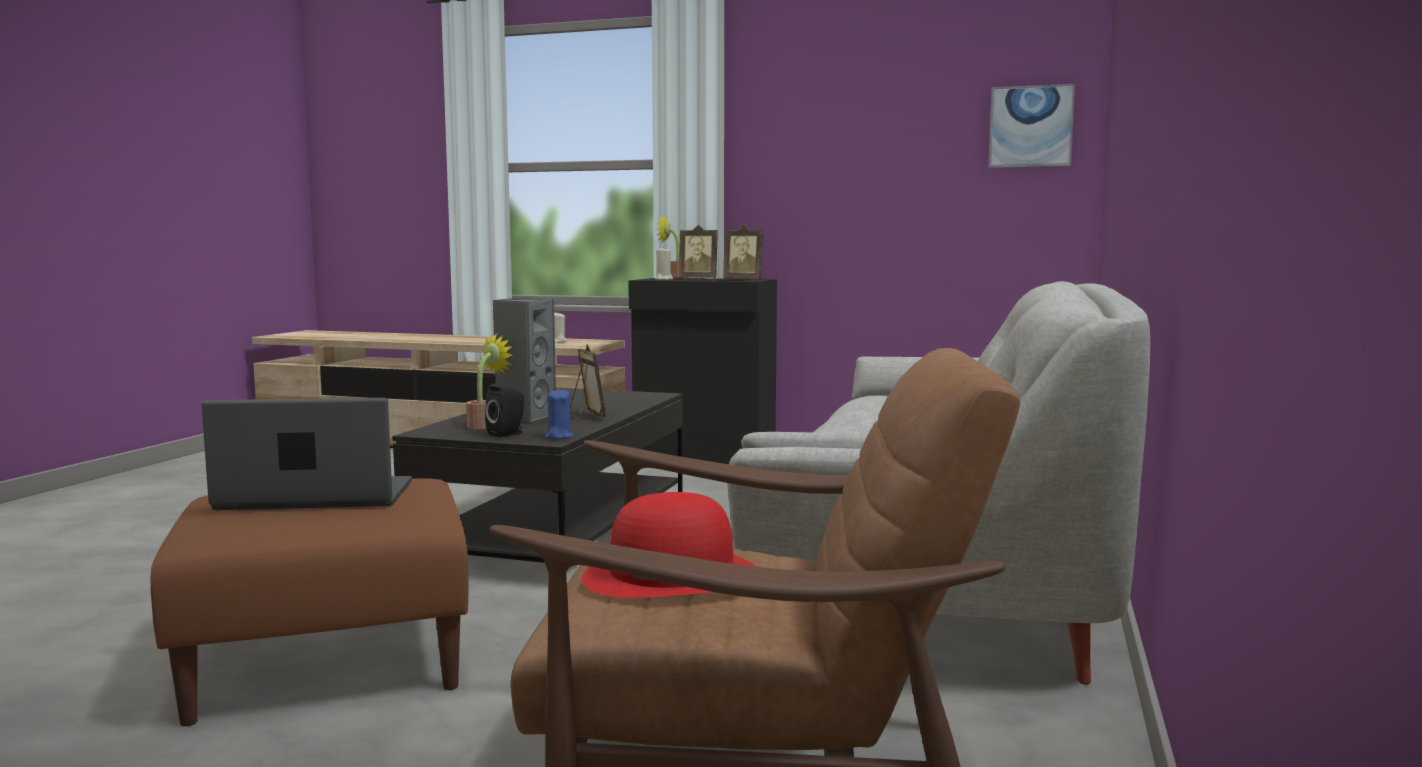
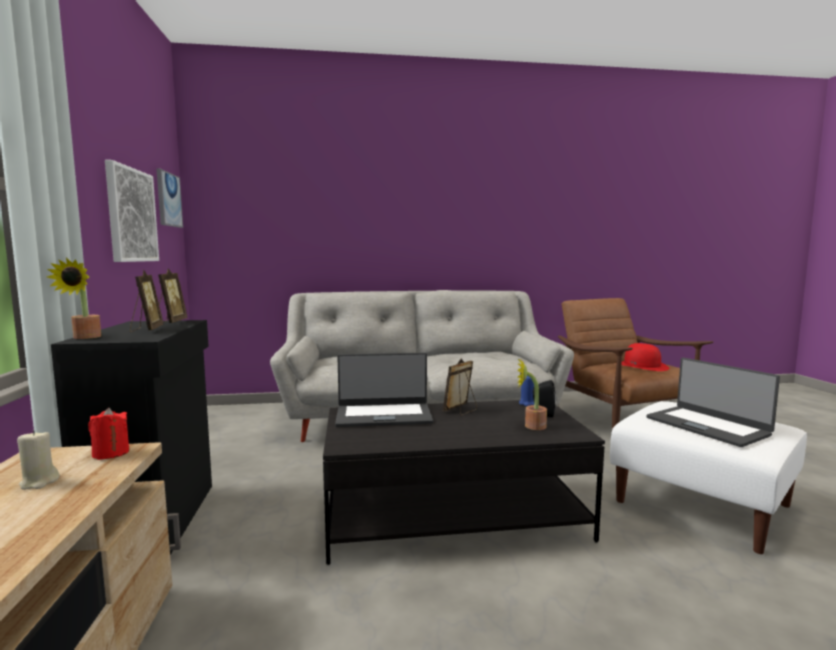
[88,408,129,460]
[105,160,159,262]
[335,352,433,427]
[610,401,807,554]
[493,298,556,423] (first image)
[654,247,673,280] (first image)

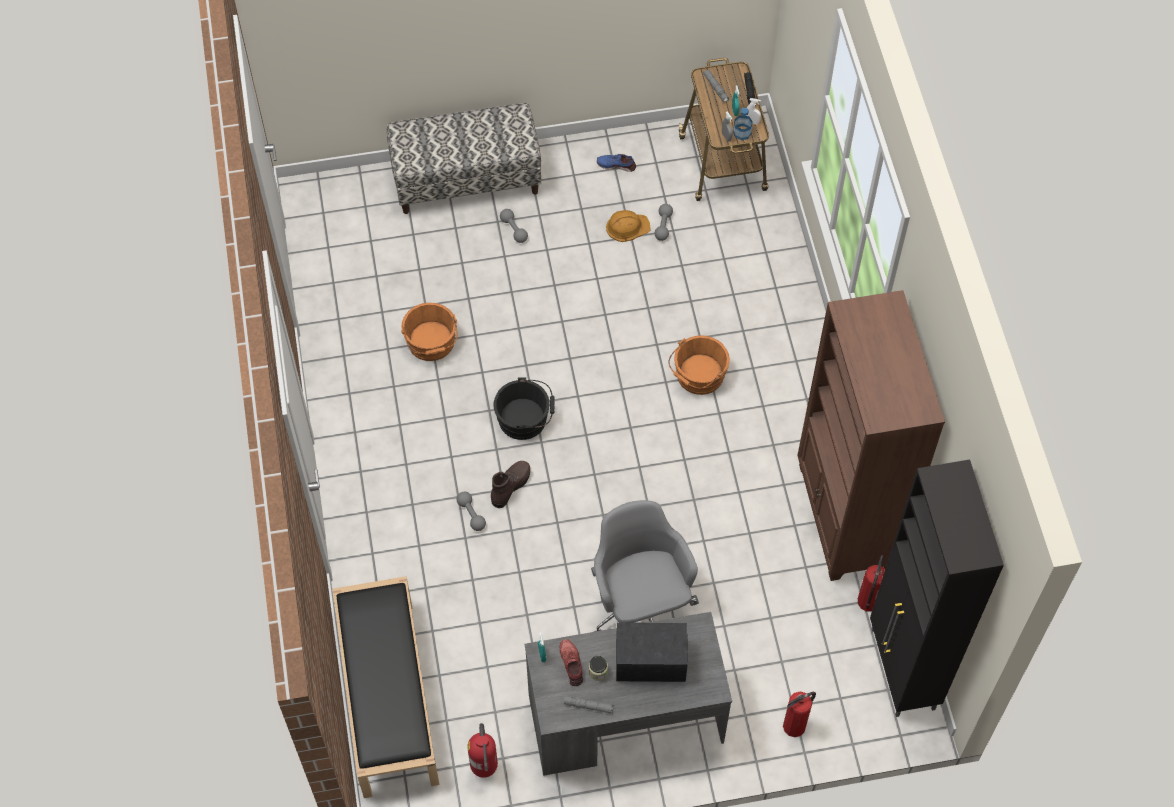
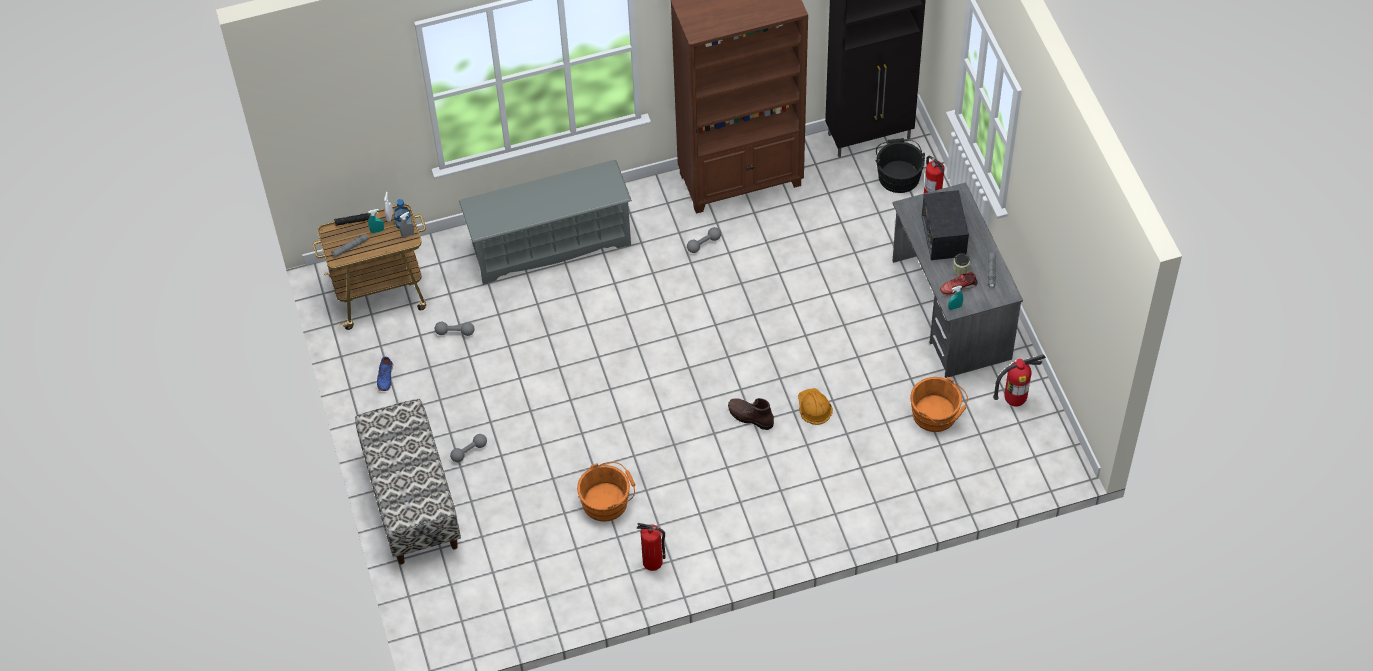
[459,160,632,285]
[637,523,665,571]
[687,227,721,253]
[798,388,833,425]
[876,138,925,193]
[910,377,968,432]
[333,576,439,798] (first image)
[591,500,699,632] (first image)

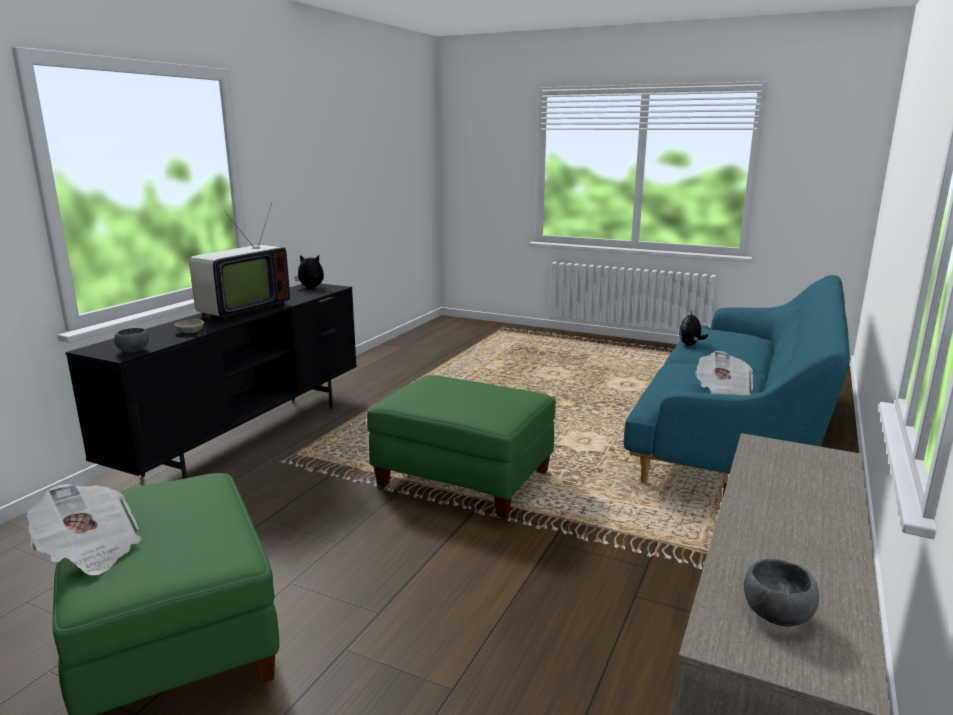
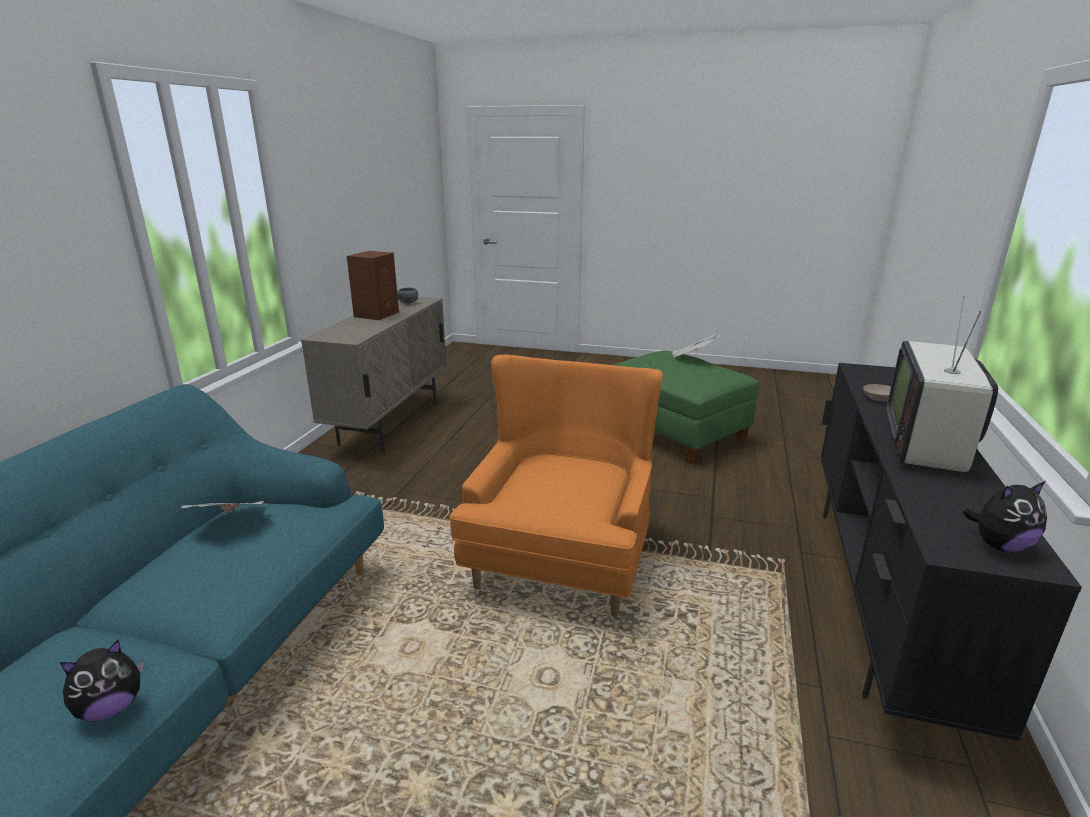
[60,640,143,722]
[347,251,399,320]
[449,354,663,617]
[114,328,149,352] (first image)

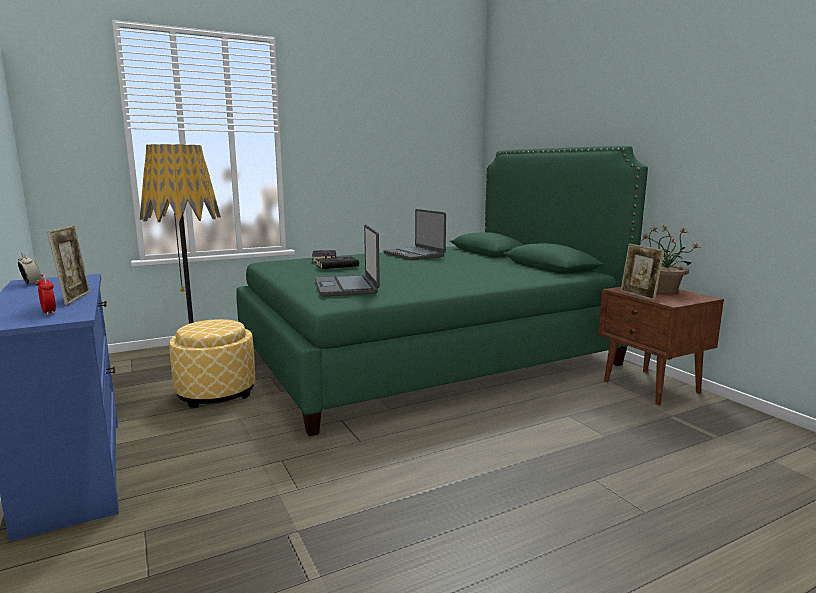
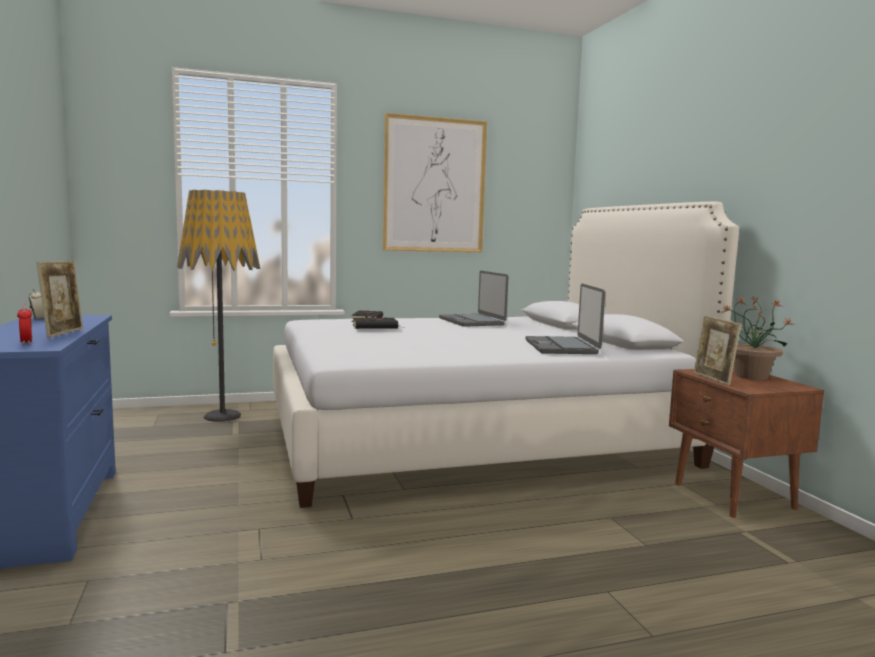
[273,202,739,508]
[383,113,487,252]
[525,283,605,354]
[169,319,255,408] (first image)

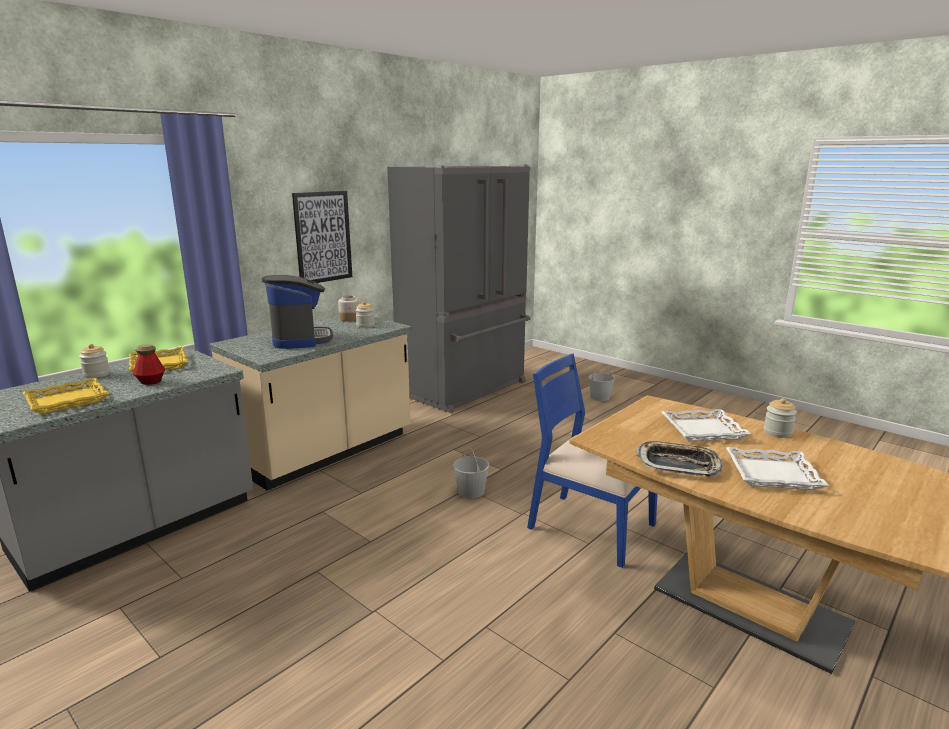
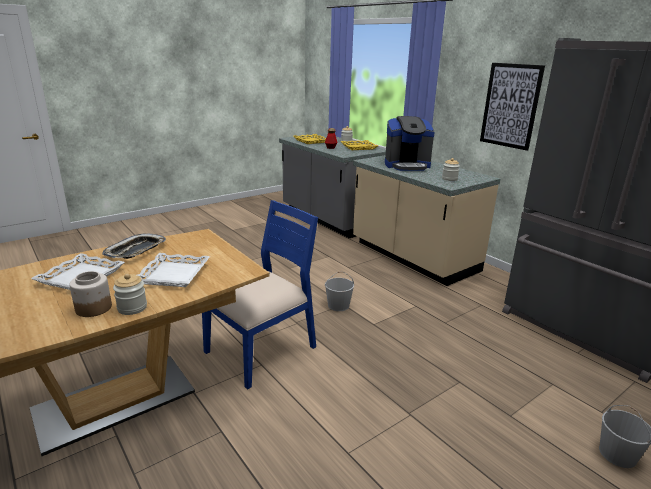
[69,271,112,317]

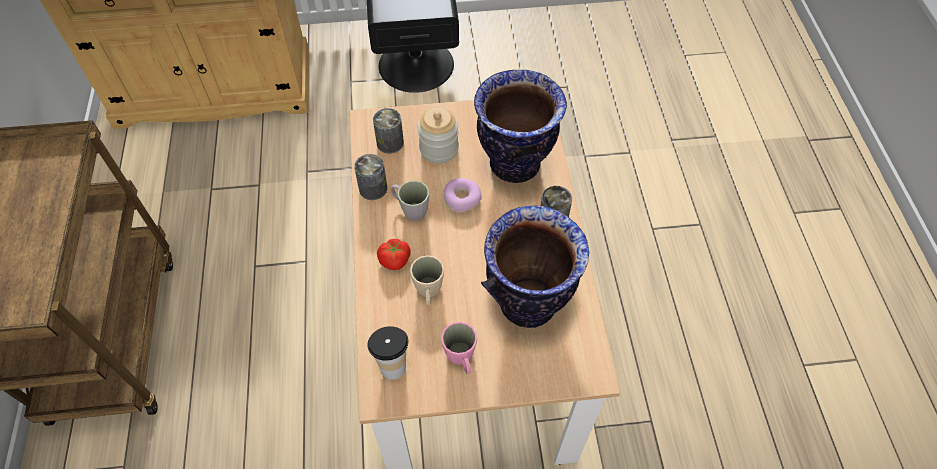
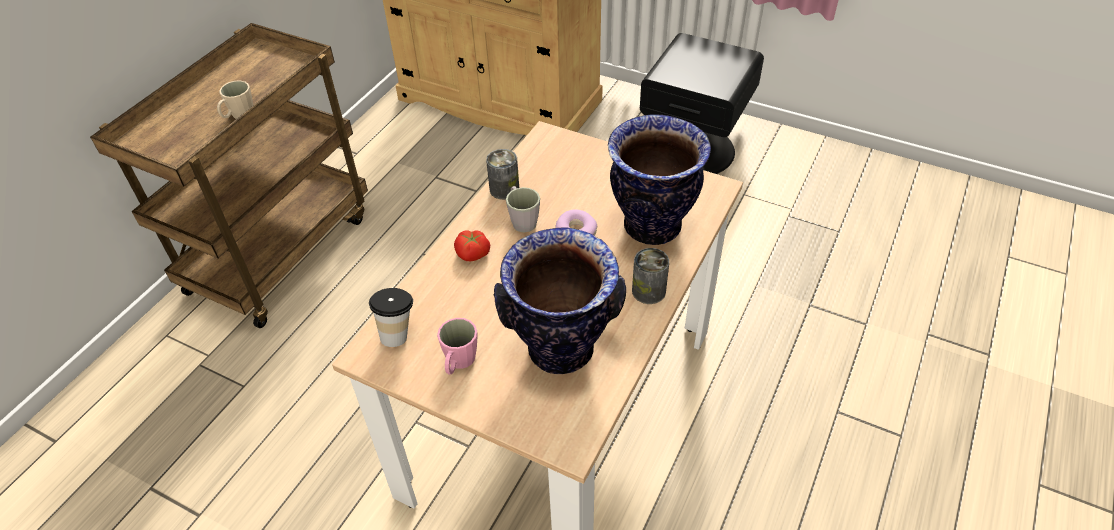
[217,80,253,119]
[373,108,404,154] (first image)
[417,107,459,163] (first image)

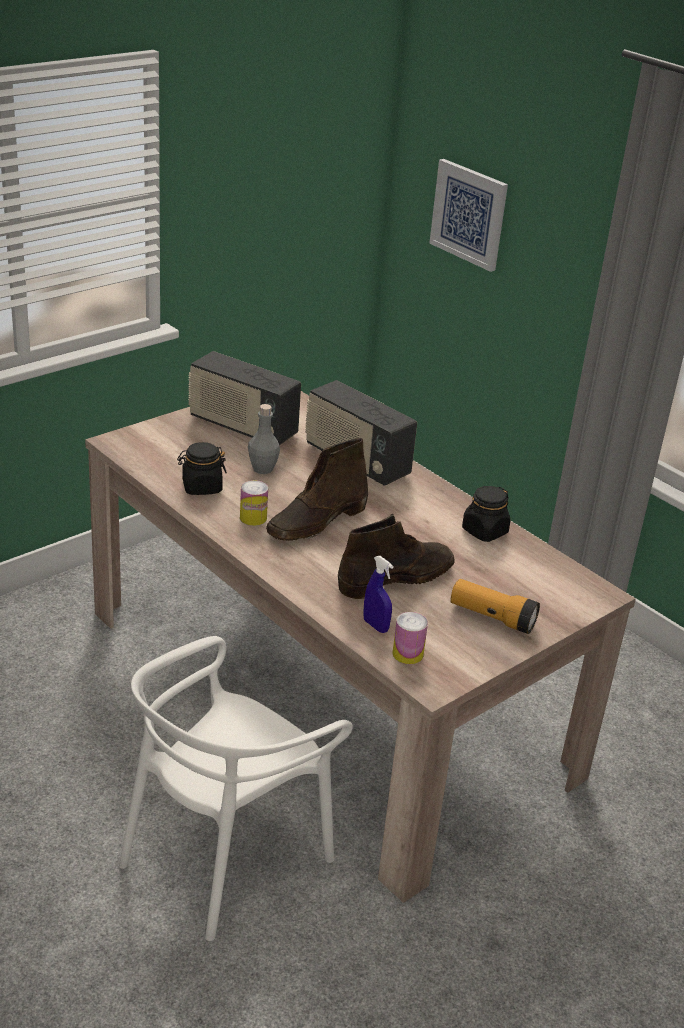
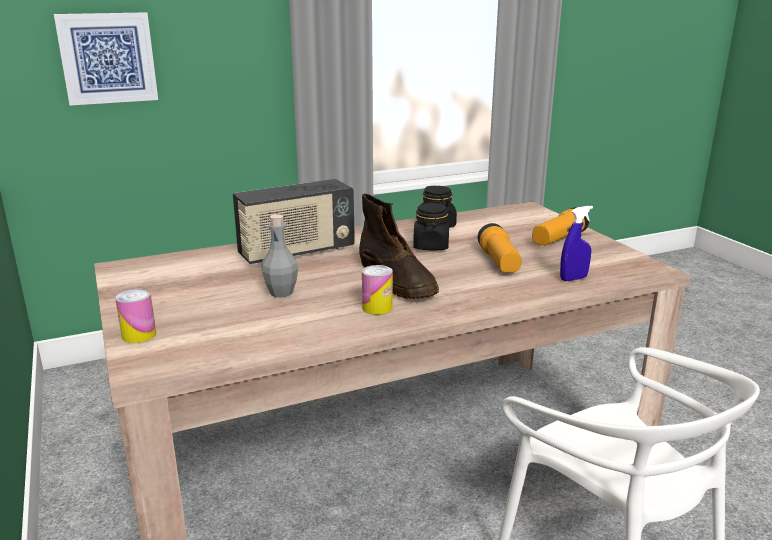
[115,289,156,343]
[413,203,449,250]
[478,223,522,273]
[188,351,301,445] (first image)

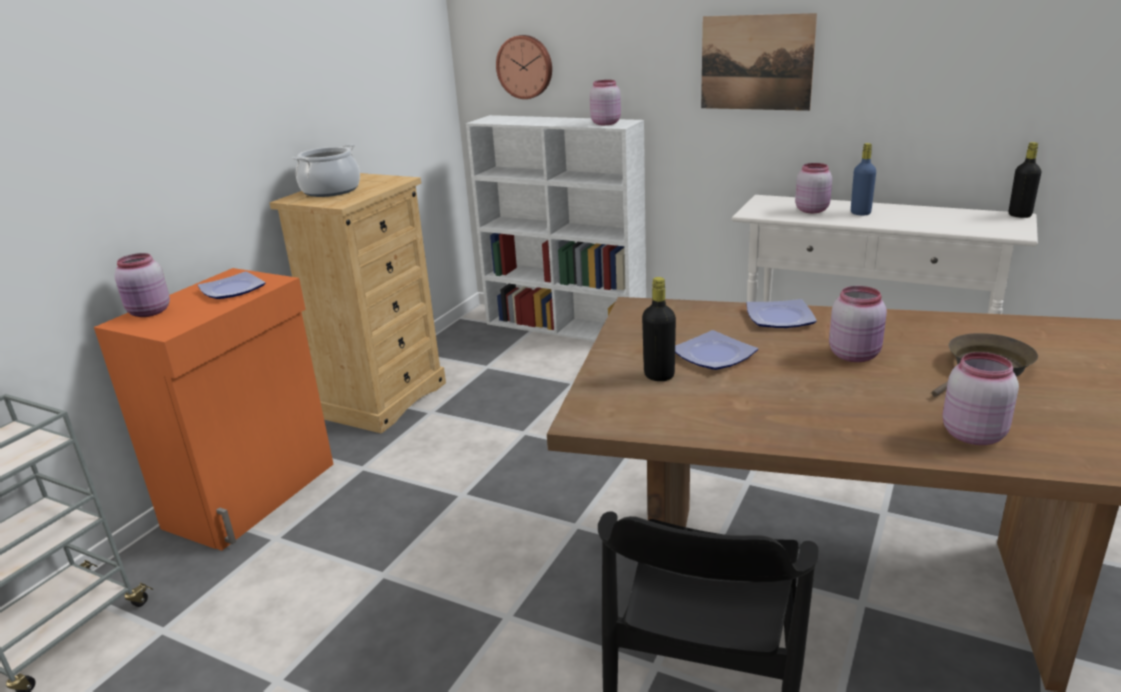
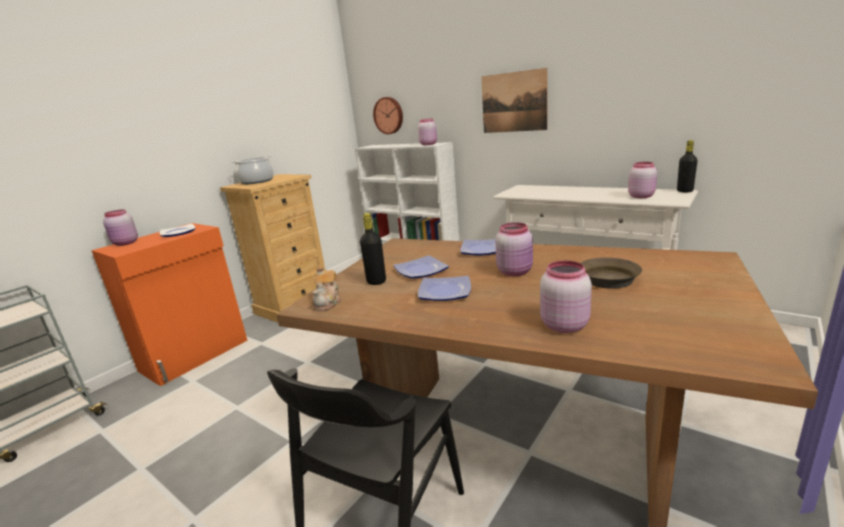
[312,265,342,311]
[418,276,471,301]
[628,162,657,198]
[851,143,876,215] (first image)

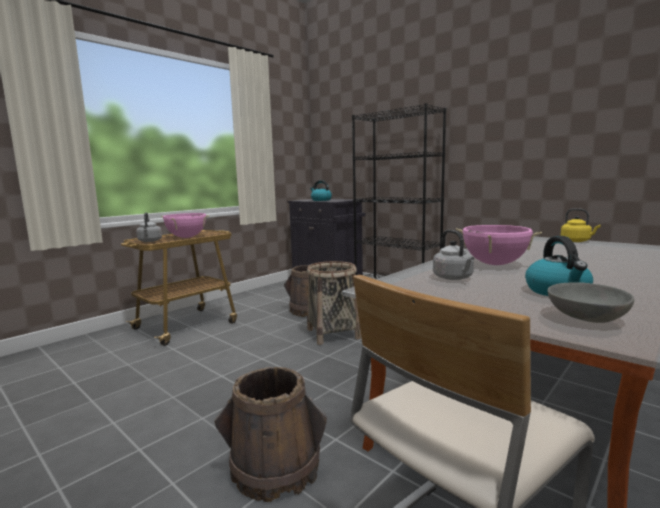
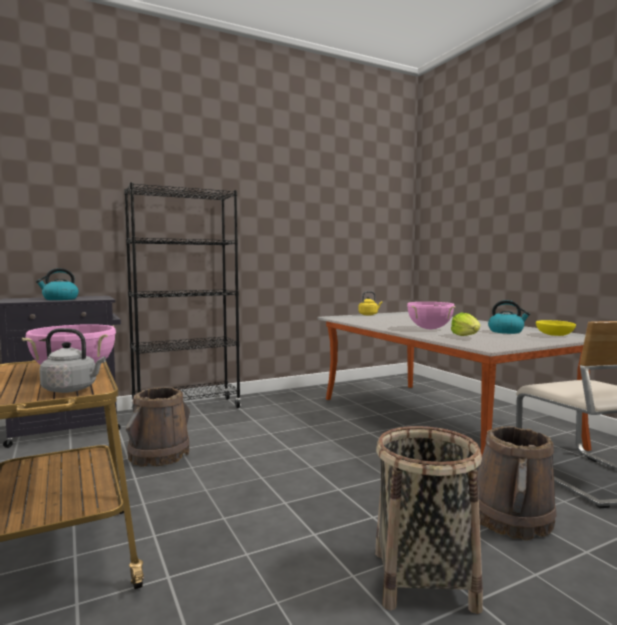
[375,426,483,614]
[451,312,480,336]
[536,320,576,336]

